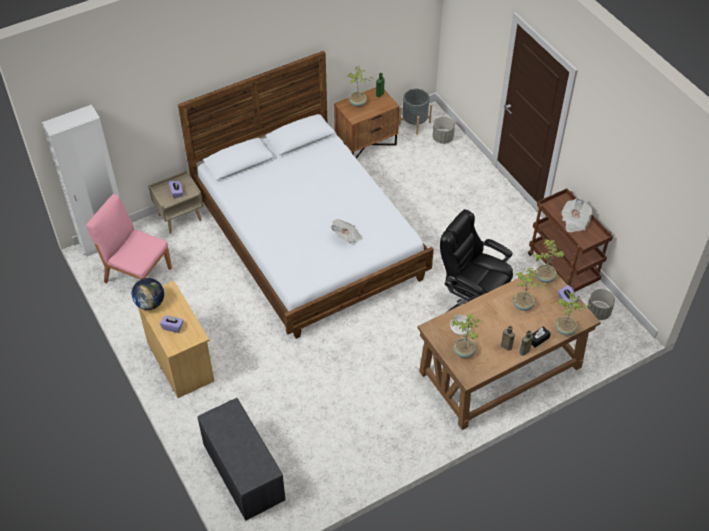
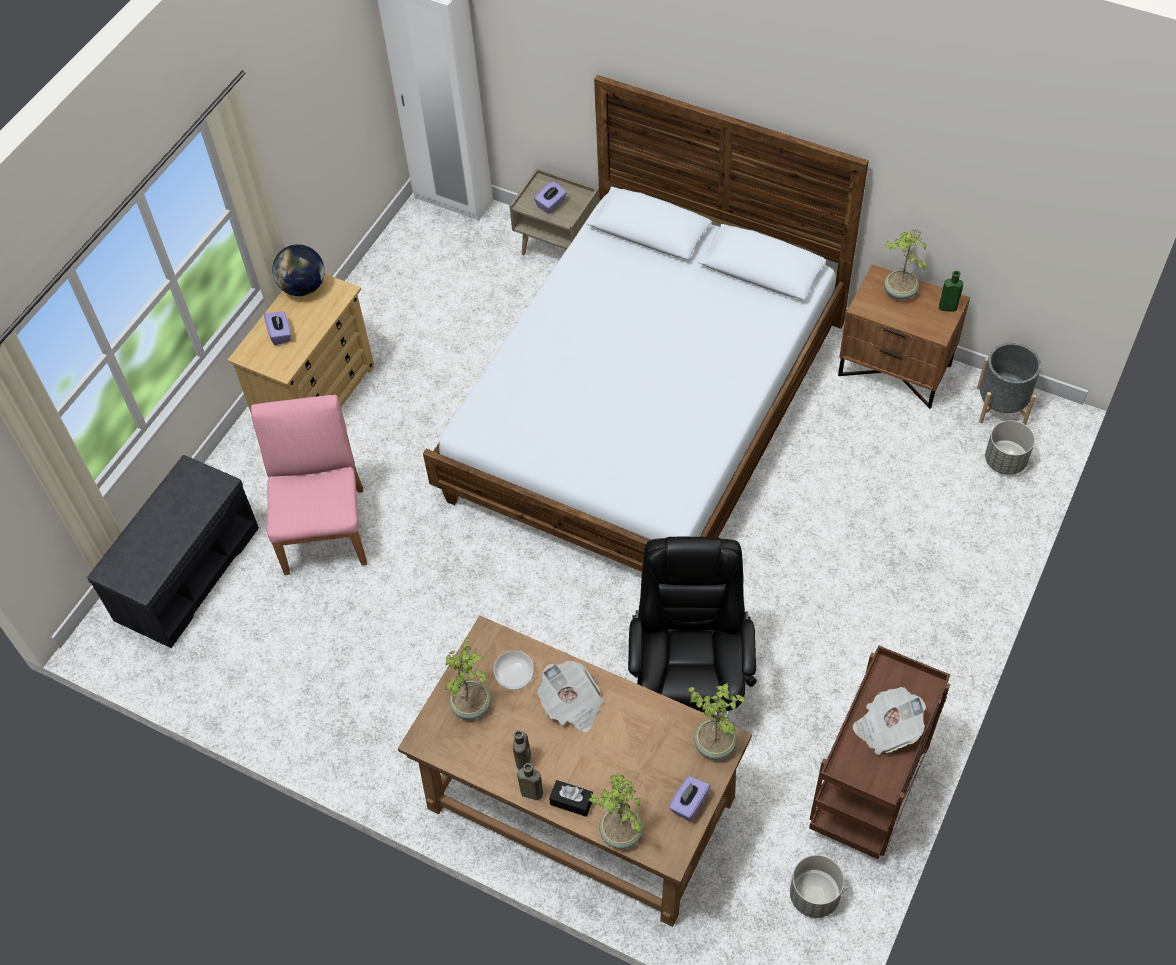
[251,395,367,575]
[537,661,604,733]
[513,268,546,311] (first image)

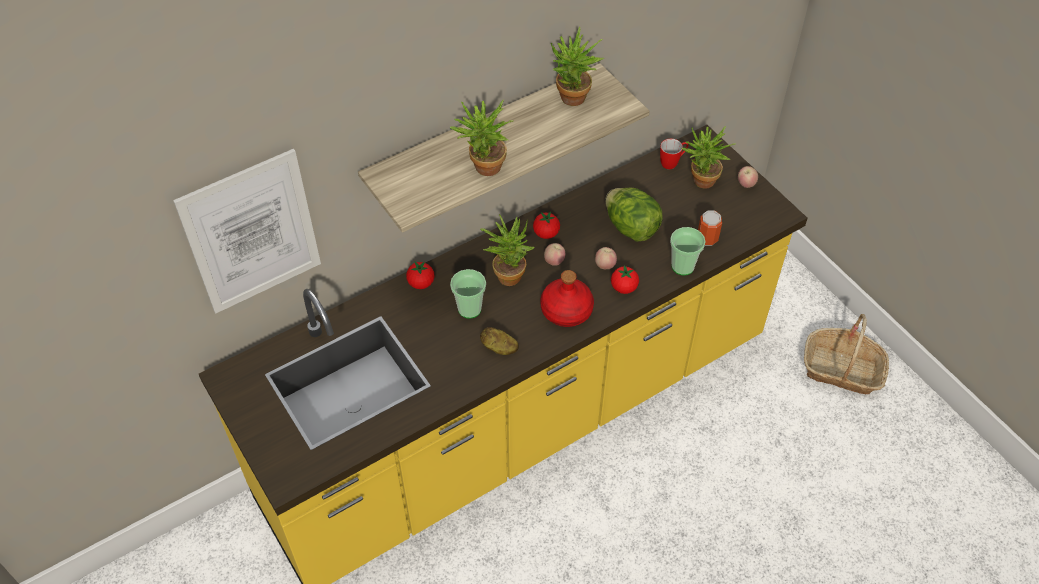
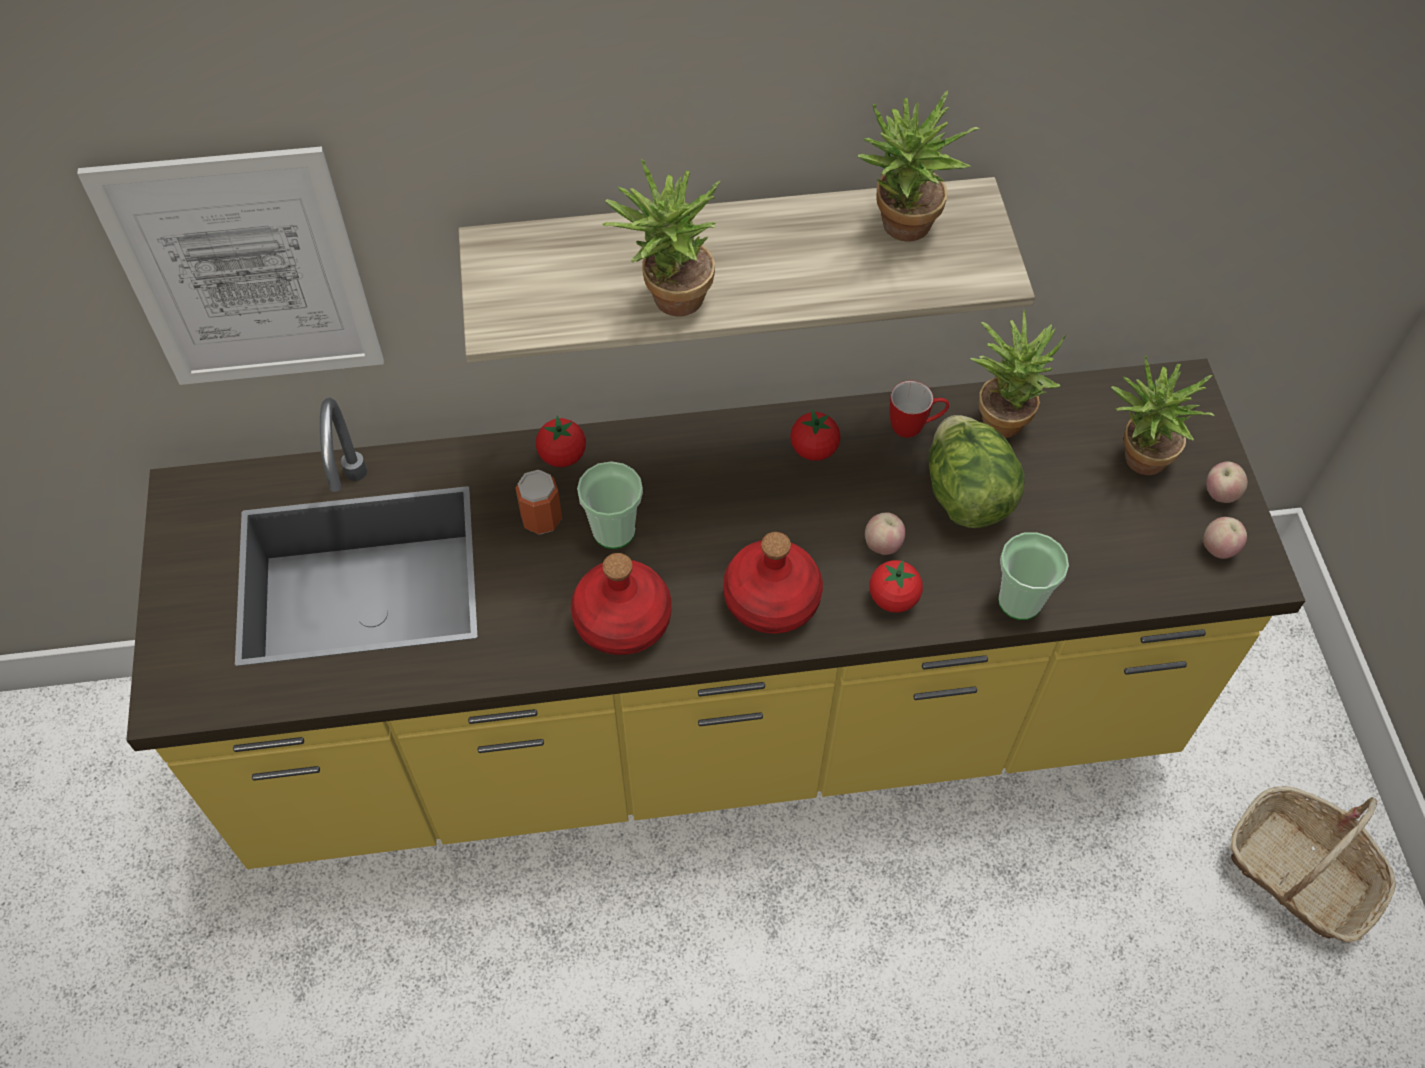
[515,470,562,535]
[571,553,671,655]
[890,381,949,438]
[970,310,1066,438]
[1203,517,1247,559]

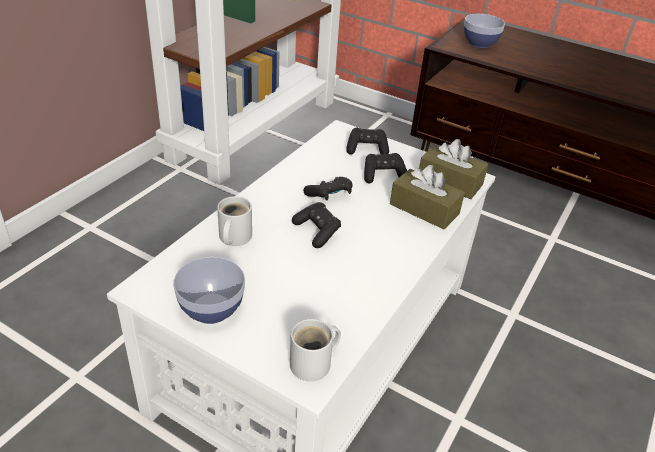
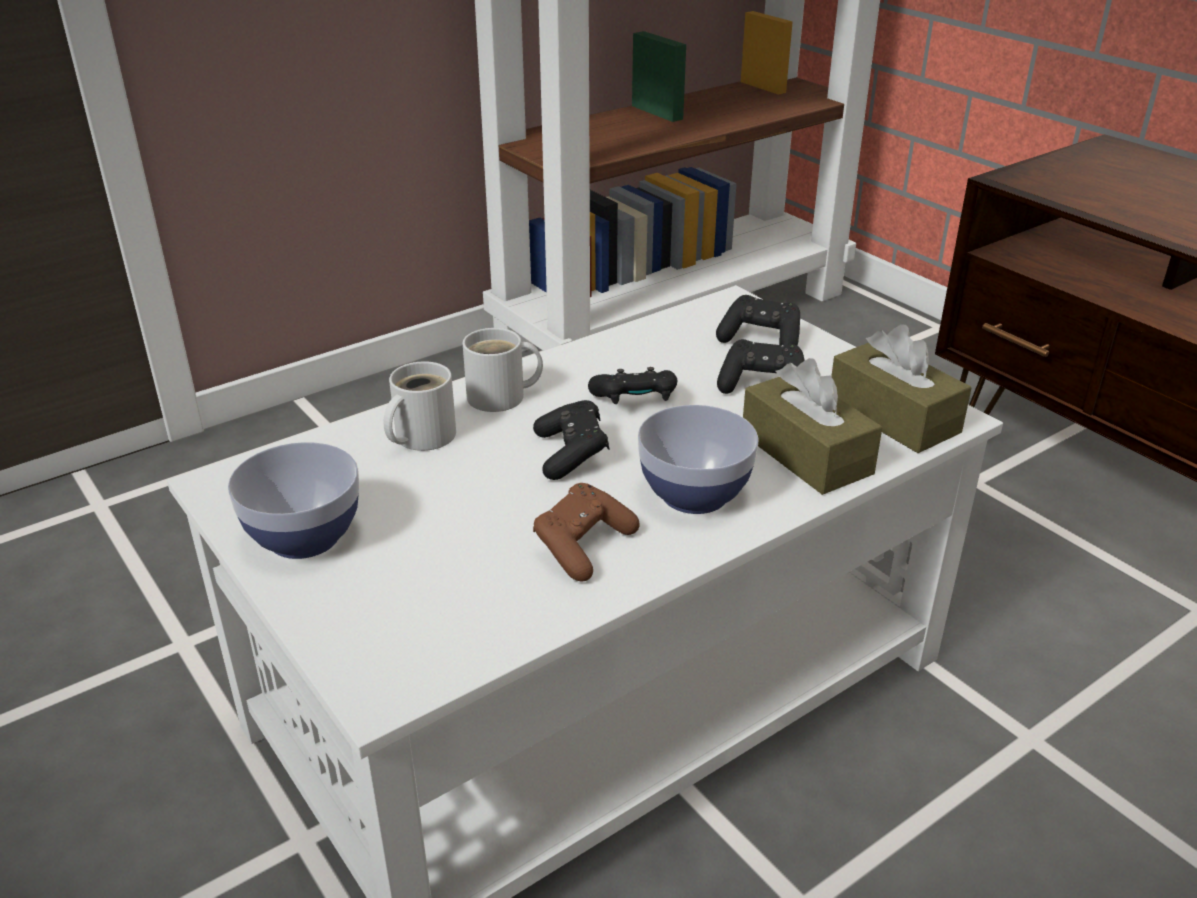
[463,328,543,412]
[533,483,640,581]
[638,405,759,514]

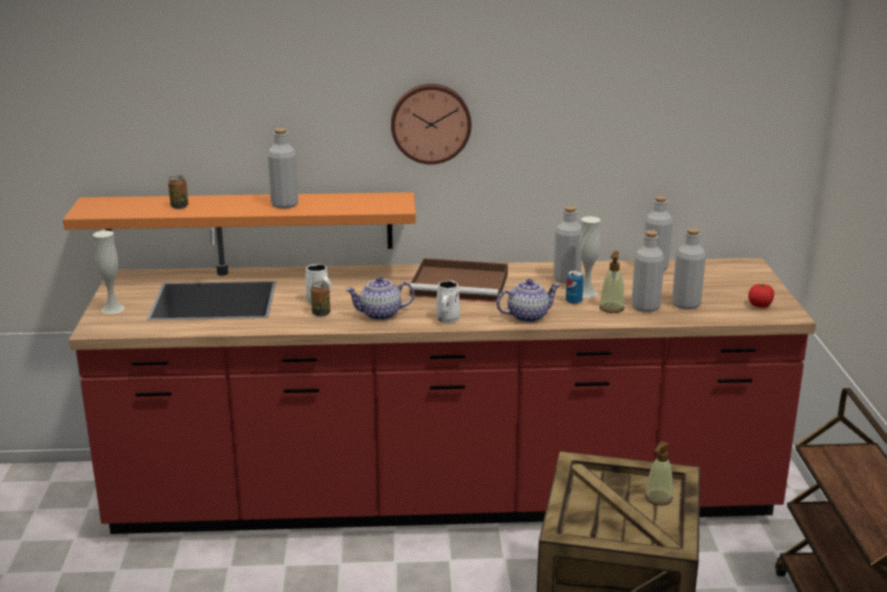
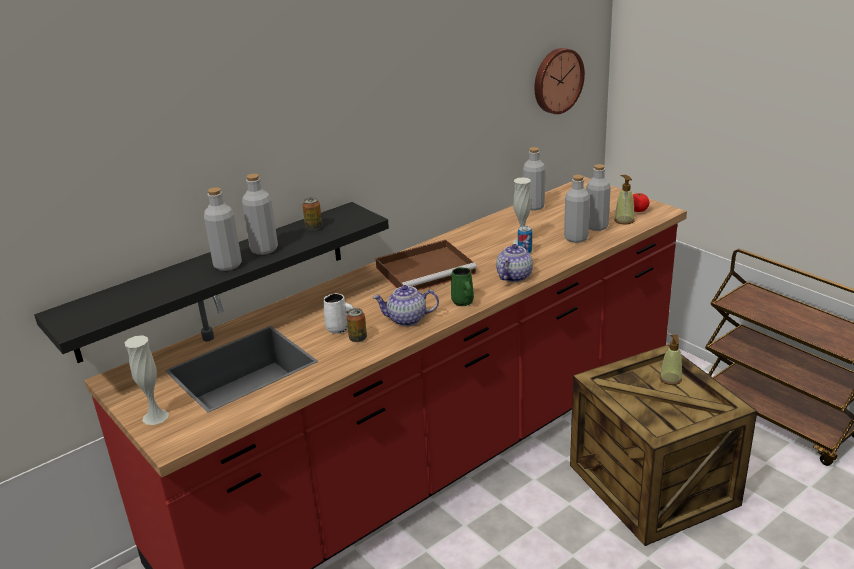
[34,202,389,363]
[204,187,242,271]
[302,197,322,230]
[372,285,439,326]
[451,267,474,306]
[535,48,585,114]
[614,175,635,225]

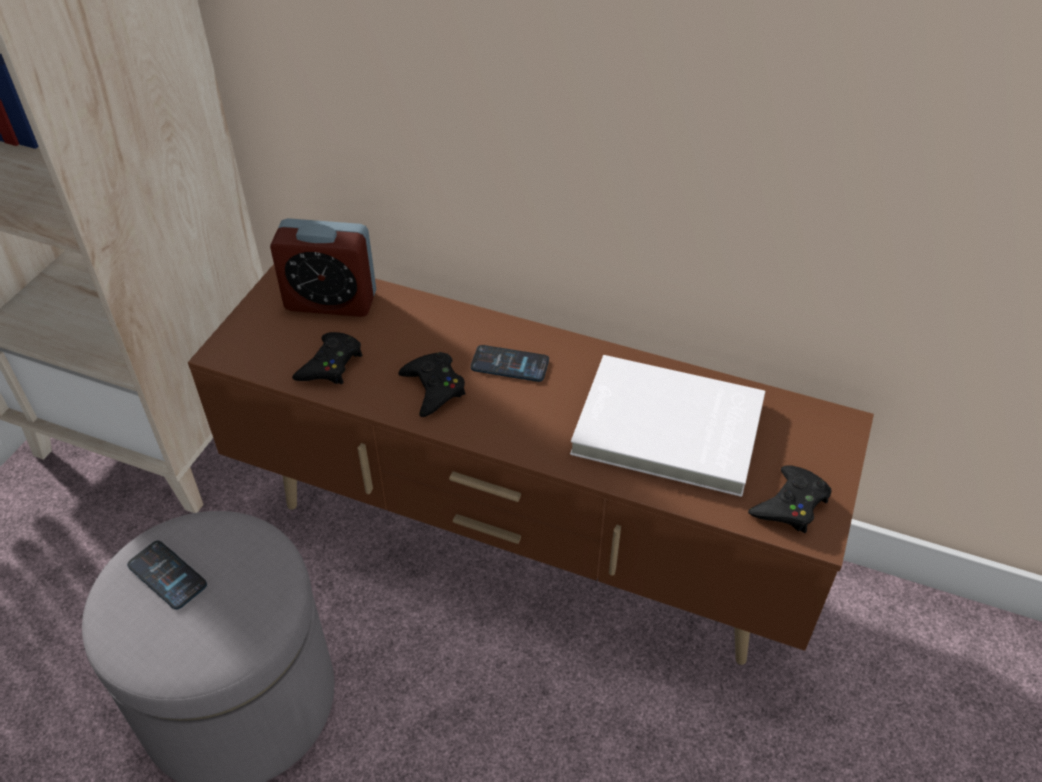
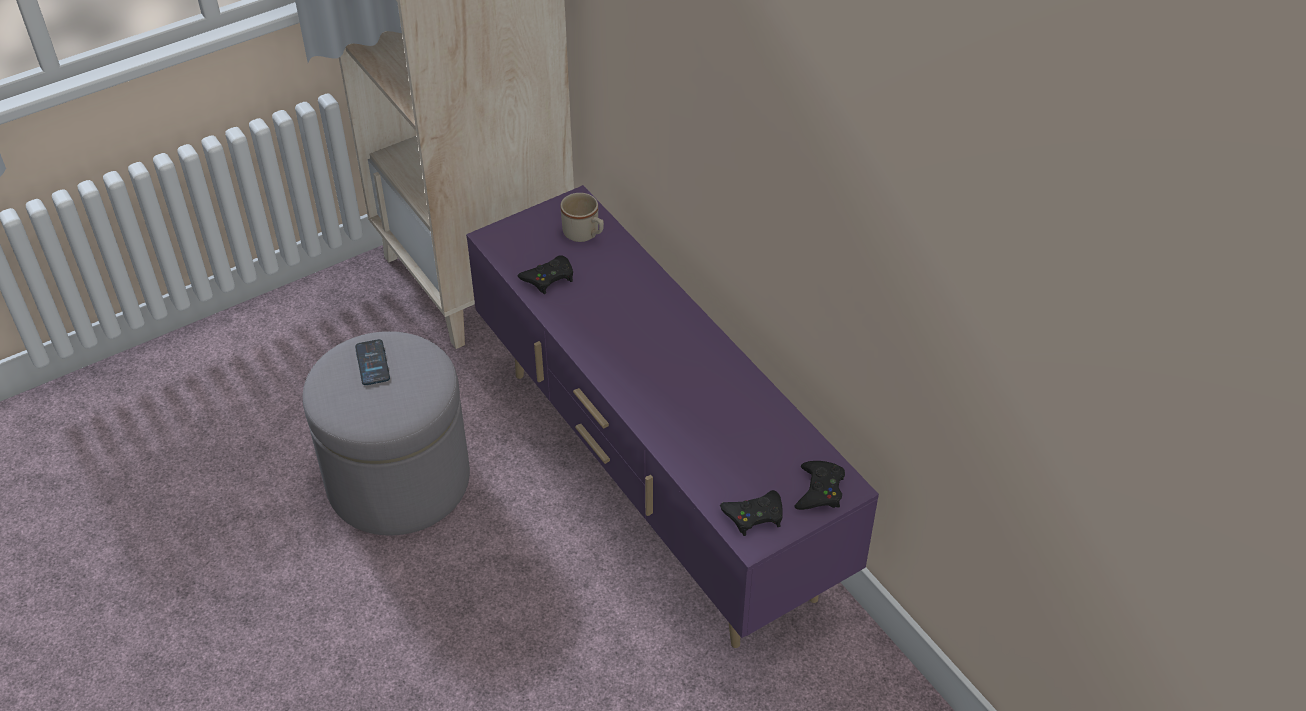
[466,185,879,648]
[560,193,604,242]
[794,461,845,510]
[471,345,549,382] (first image)
[570,355,765,497] (first image)

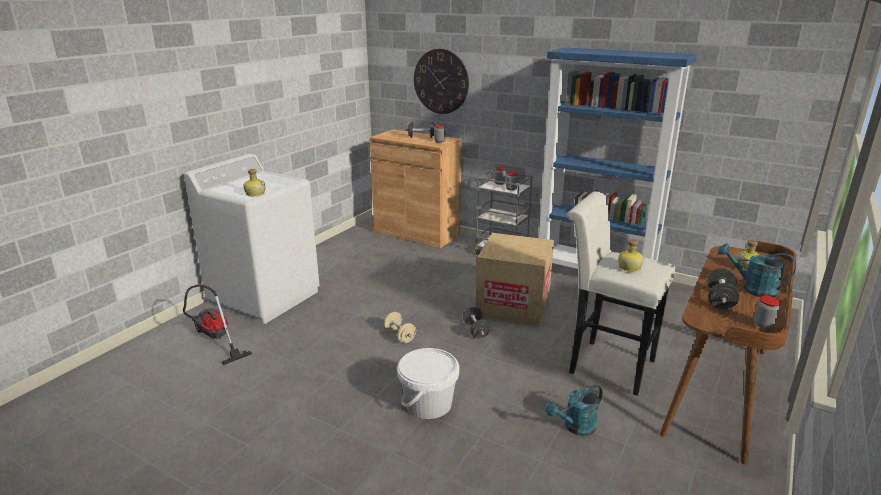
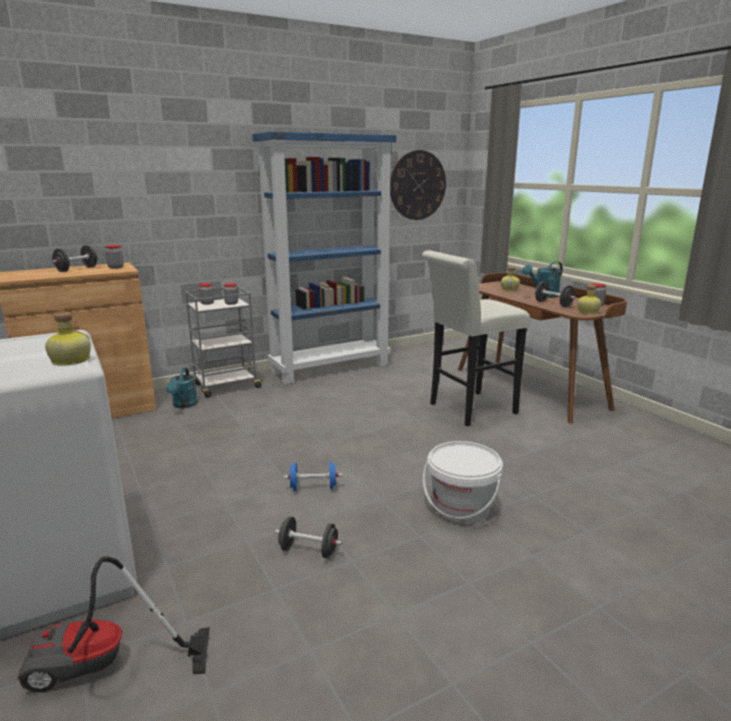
[166,368,198,408]
[275,516,342,559]
[283,461,343,491]
[390,150,446,220]
[577,285,601,314]
[476,233,554,326] (first image)

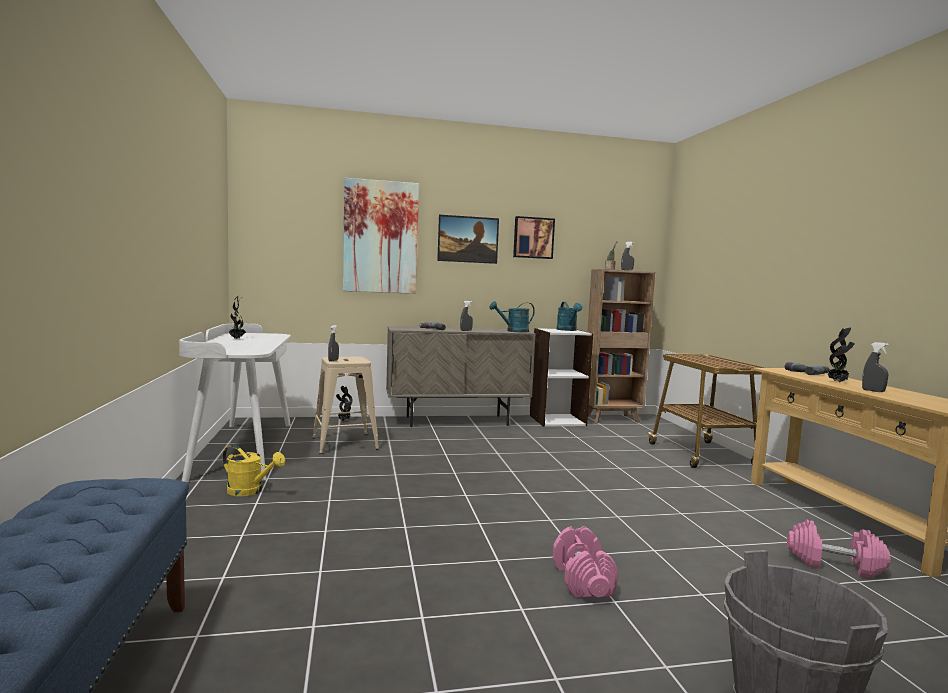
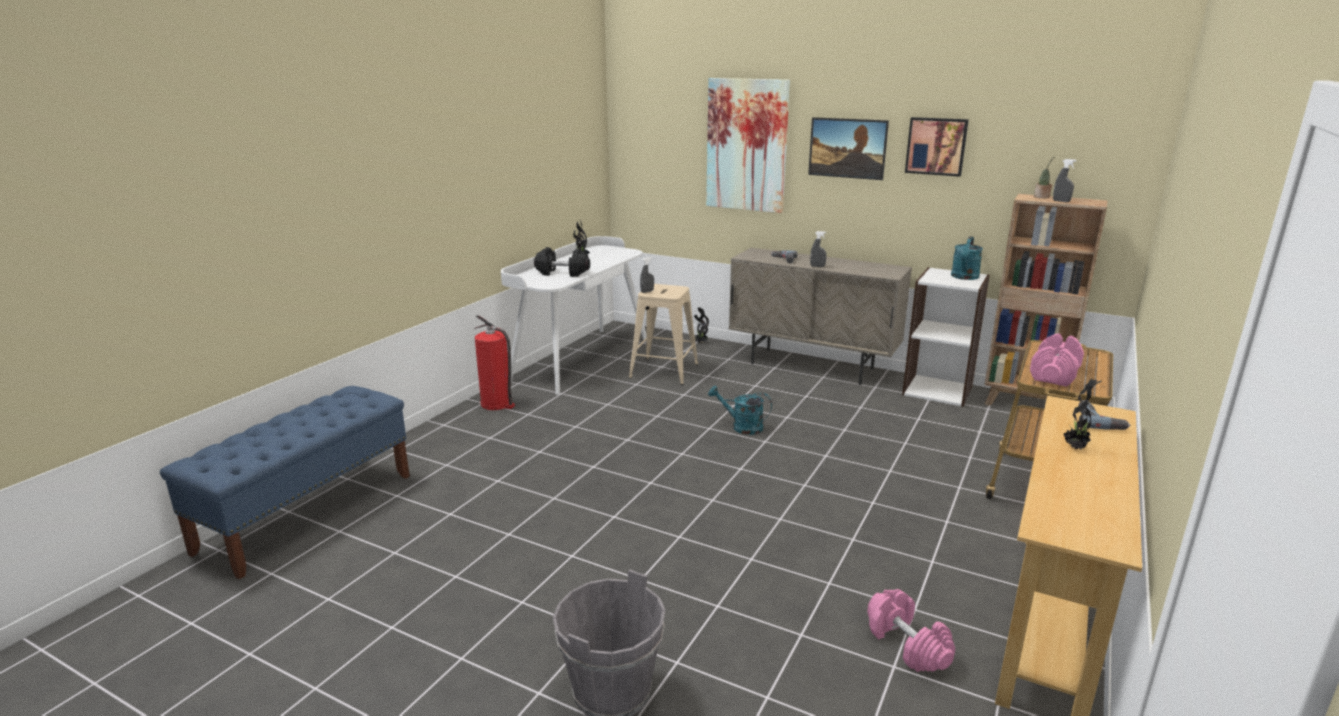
[475,315,515,410]
[534,247,590,277]
[708,386,772,435]
[1030,333,1084,387]
[222,445,285,496] (first image)
[862,342,889,392] (first image)

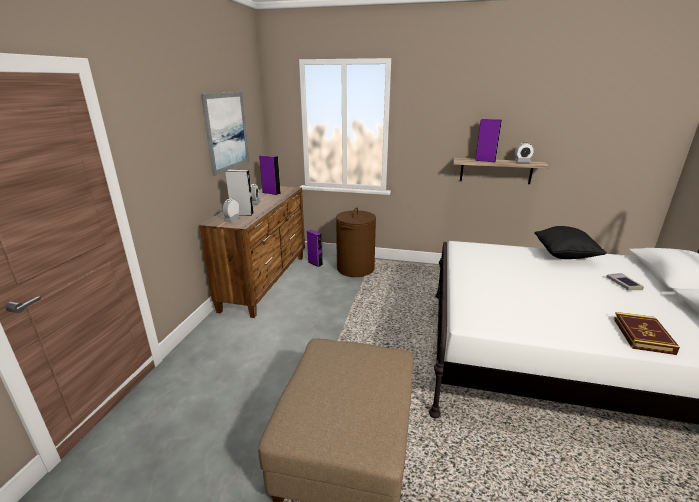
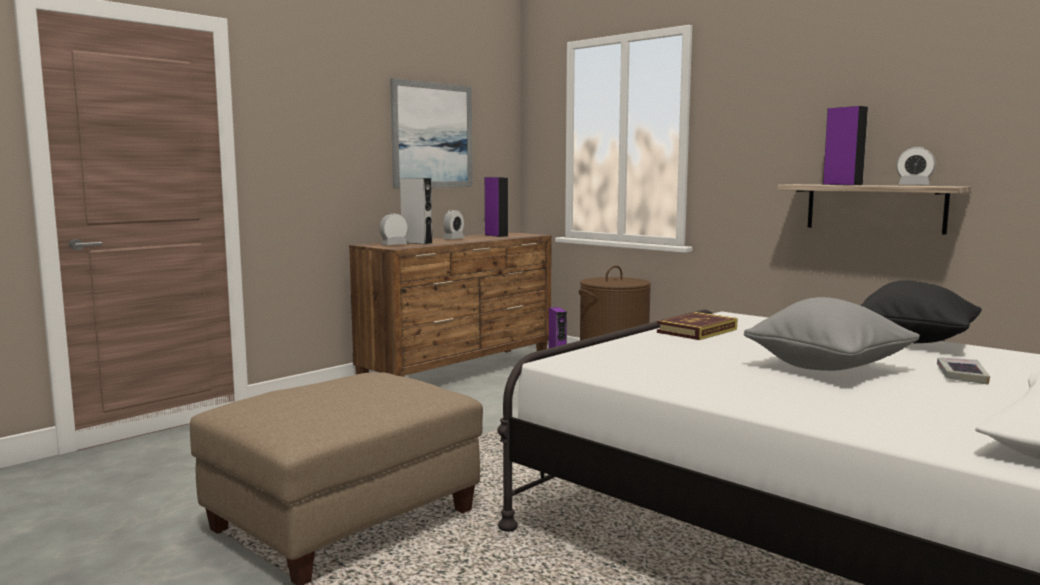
[657,312,738,340]
[744,297,920,371]

